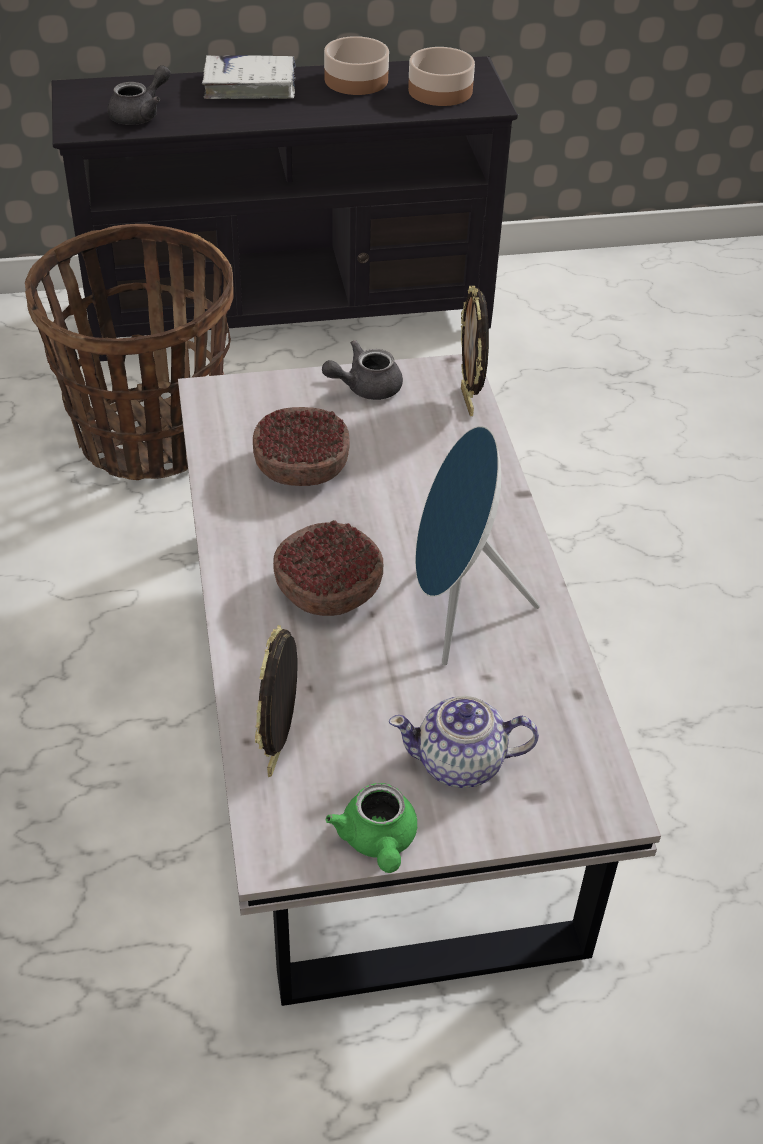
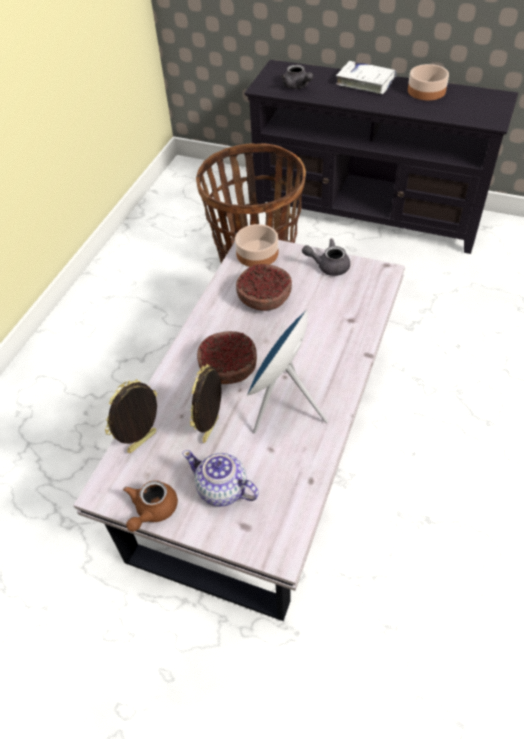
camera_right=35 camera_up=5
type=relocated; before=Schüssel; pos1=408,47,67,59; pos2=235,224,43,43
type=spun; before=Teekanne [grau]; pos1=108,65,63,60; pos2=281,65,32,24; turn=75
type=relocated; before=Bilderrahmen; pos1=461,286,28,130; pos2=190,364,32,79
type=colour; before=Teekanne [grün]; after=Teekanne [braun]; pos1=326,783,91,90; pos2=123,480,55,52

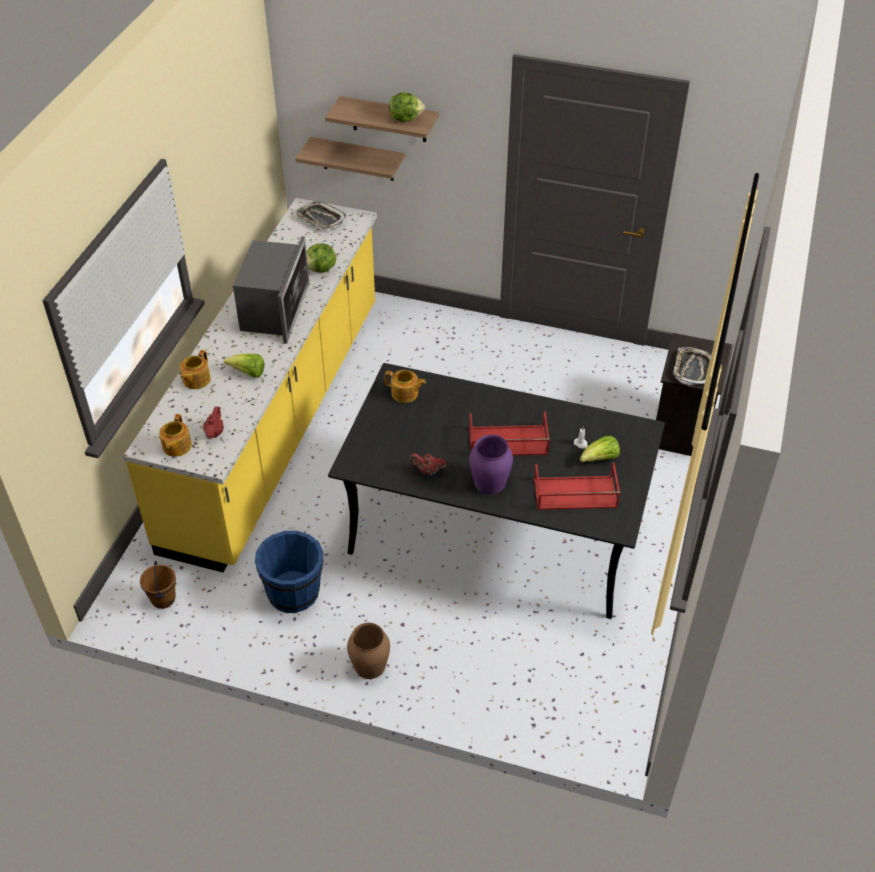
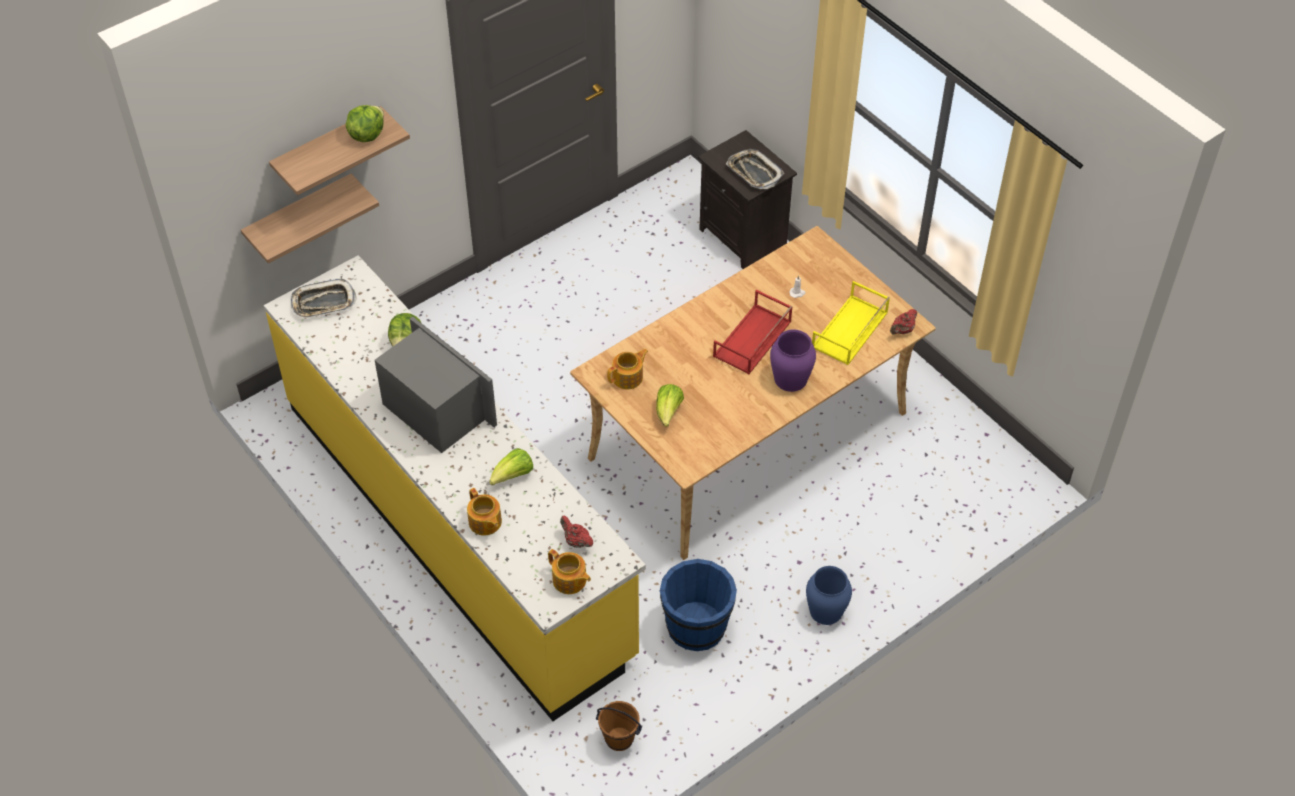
camera_right=-55 camera_up=5
type=colour; before=Esstisch [schwarz]; after=Esstisch [beige]; pos1=328,363,337,256; pos2=570,226,366,334
type=relocated; before=Salatkopf; pos1=580,436,40,26; pos2=656,384,28,43
type=relocated; before=Teekanne [rot]; pos1=410,454,36,21; pos2=890,309,27,26
type=colour; before=Tablett [rot]; after=Tablett [gelb]; pos1=534,462,86,48; pos2=812,281,78,84
type=colour; before=Vase [braun]; after=Vase [blau]; pos1=347,623,43,56; pos2=806,566,46,59

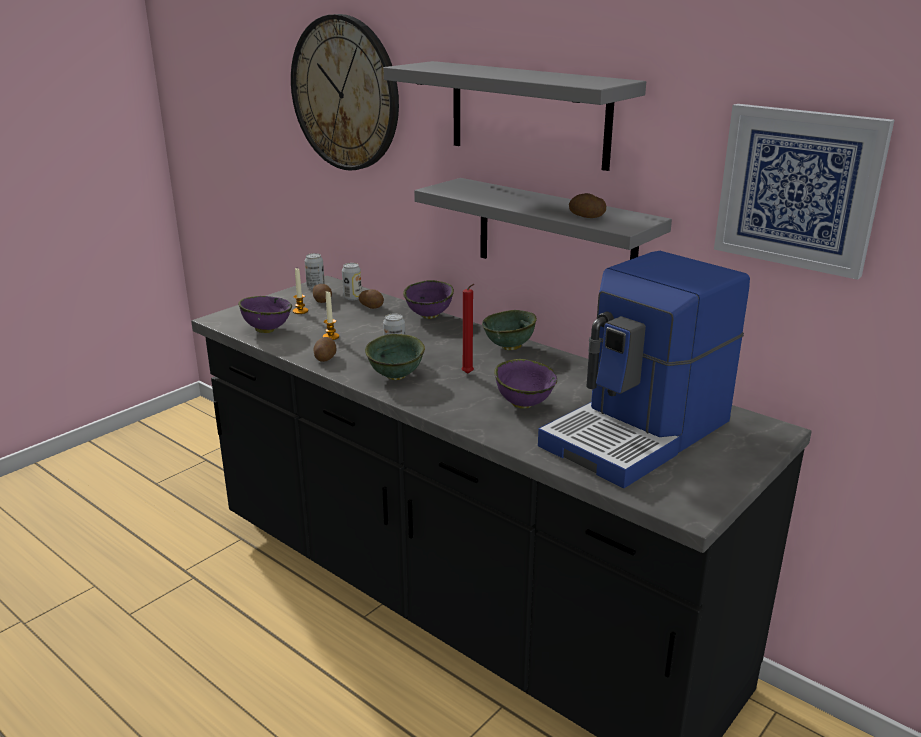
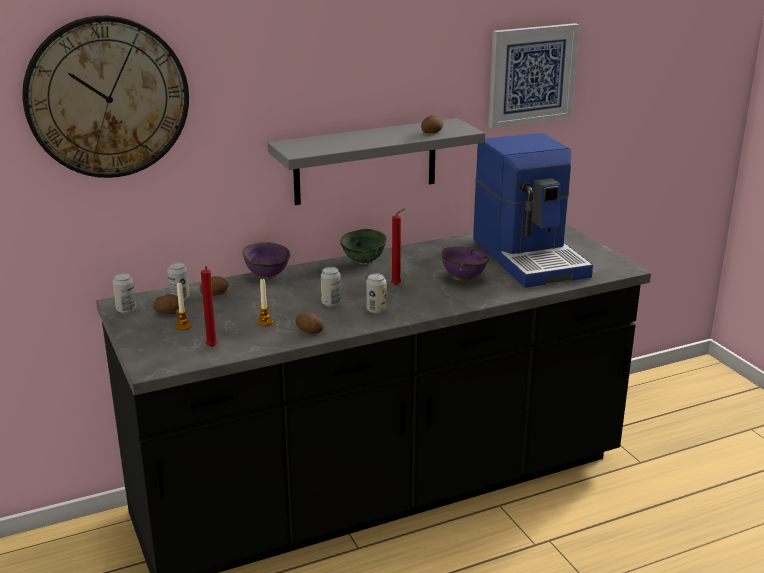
camera_right=-65 camera_up=0
type=missing; before=Wandregal [grau]; pos1=383,61,263,110
type=exchanged; before=Schüssel [lila]; after=Kerze [rot]; pos1=238,296,54,37; pos2=201,266,17,81
type=exchanged; before=Schüssel [grün]; after=Dose; pos1=365,334,60,46; pos2=366,273,20,41

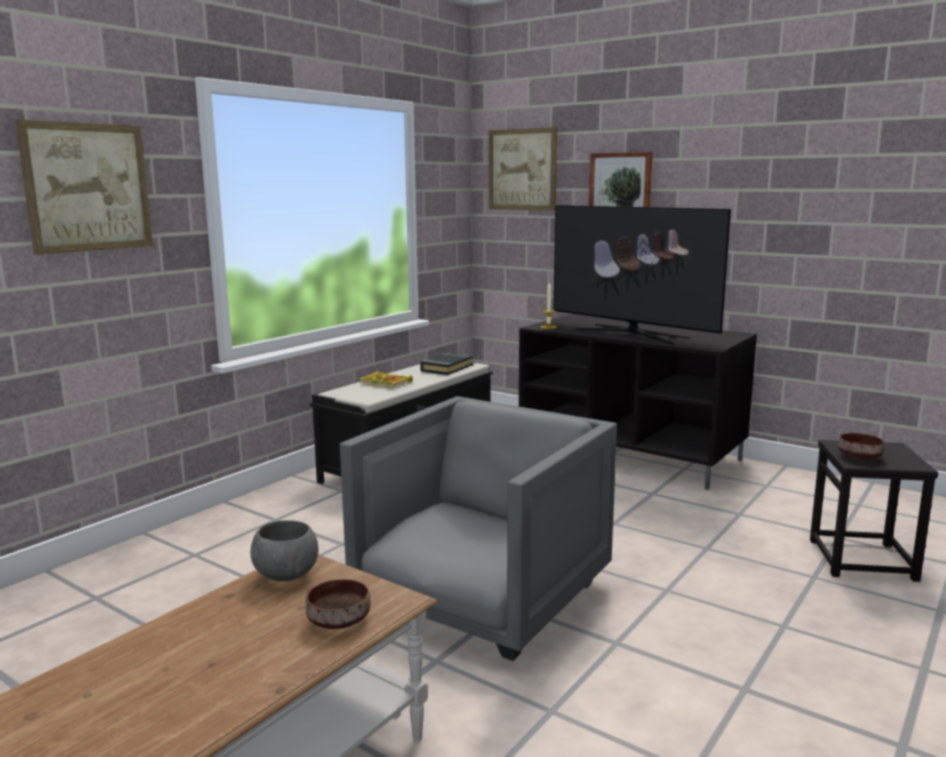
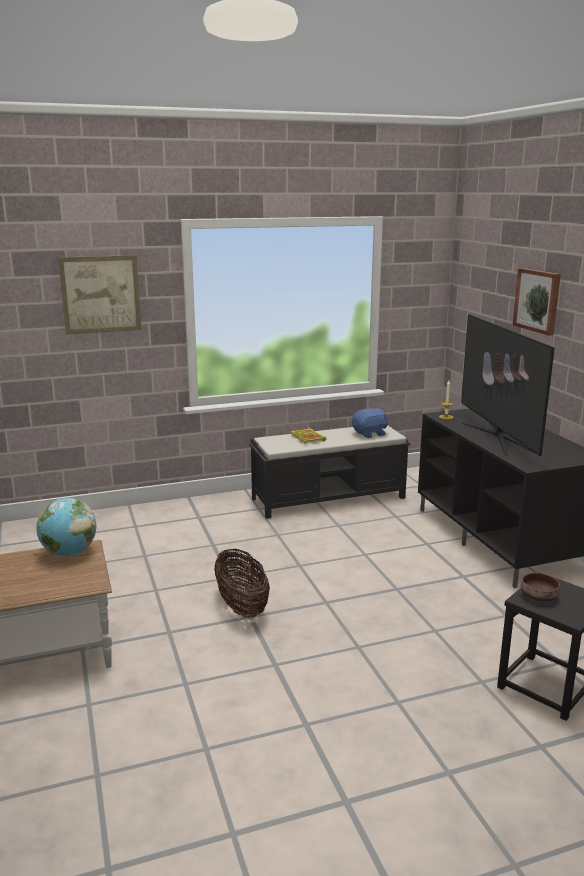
camera_right=35 camera_up=5
type=missing; before=Bild; pos1=489,127,68,83
type=exchanged; before=Buch [schwarz]; after=Plüschtier [blau]; pos1=420,353,54,22; pos2=352,408,36,30
type=exchanged; before=Sessel [grau]; after=Korb; pos1=340,396,277,265; pos2=214,549,56,69
type=exchanged; before=Schüssel [grau]; after=Globus; pos1=250,520,69,61; pos2=37,498,59,58
type=missing; before=Schüssel [braun]; pos1=306,579,65,50

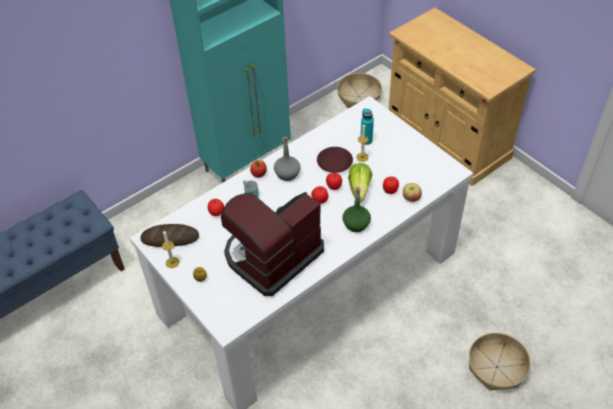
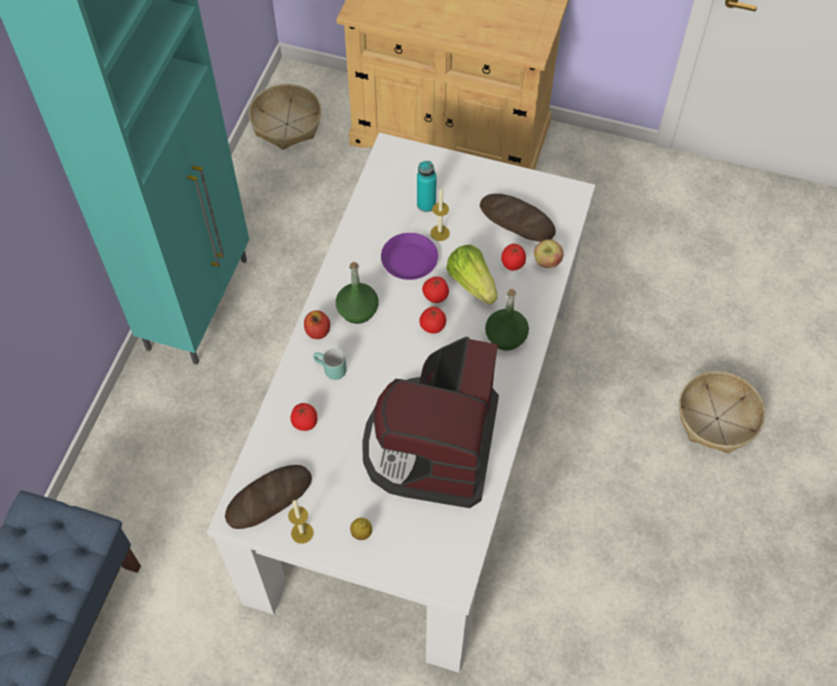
camera_right=-35 camera_up=10
type=colour; before=Flasche [grau]; after=Flasche [grün]; pos1=274,137,26,44; pos2=336,262,43,62
type=colour; before=Teller [braun]; after=Teller [lila]; pos1=317,147,36,26; pos2=381,233,57,47
type=appeared; after=Brot; pos2=480,194,76,48

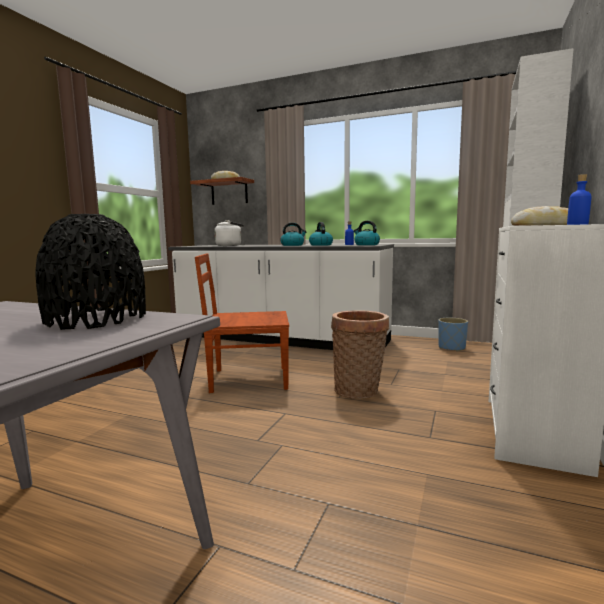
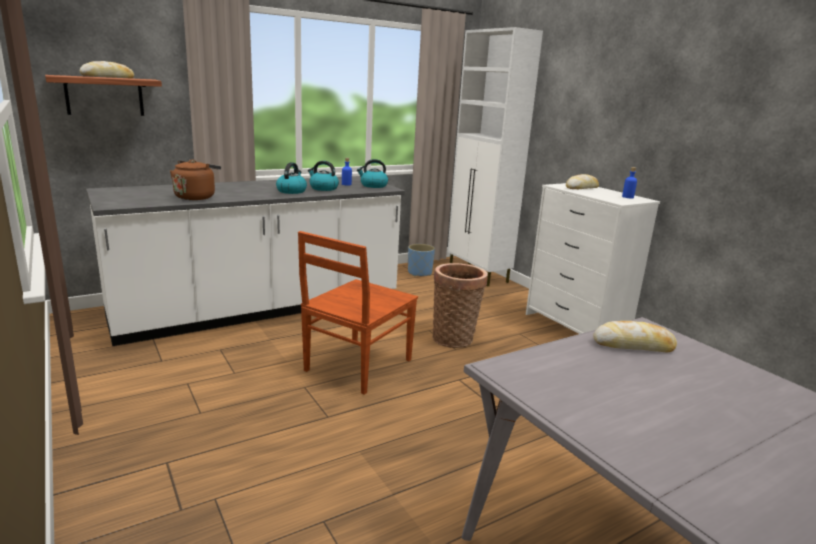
camera_right=-55 camera_up=10
type=exchanged; before=Vase [schwarz]; after=Brot; pos1=35,214,111,116; pos2=593,321,84,31
type=colour; before=Wasserkessel [weiß]; after=Wasserkessel [braun]; pos1=215,220,29,26; pos2=170,159,51,41

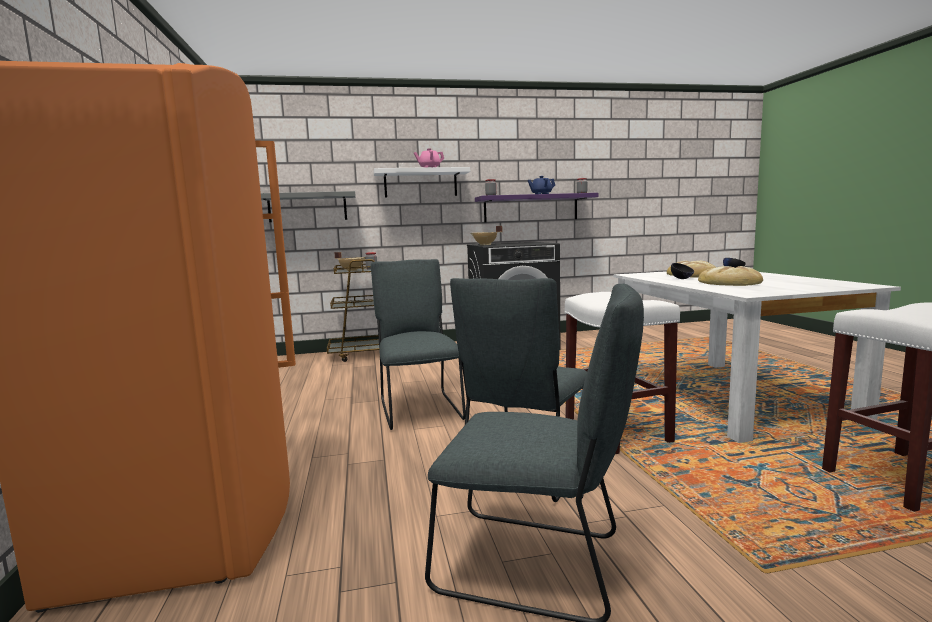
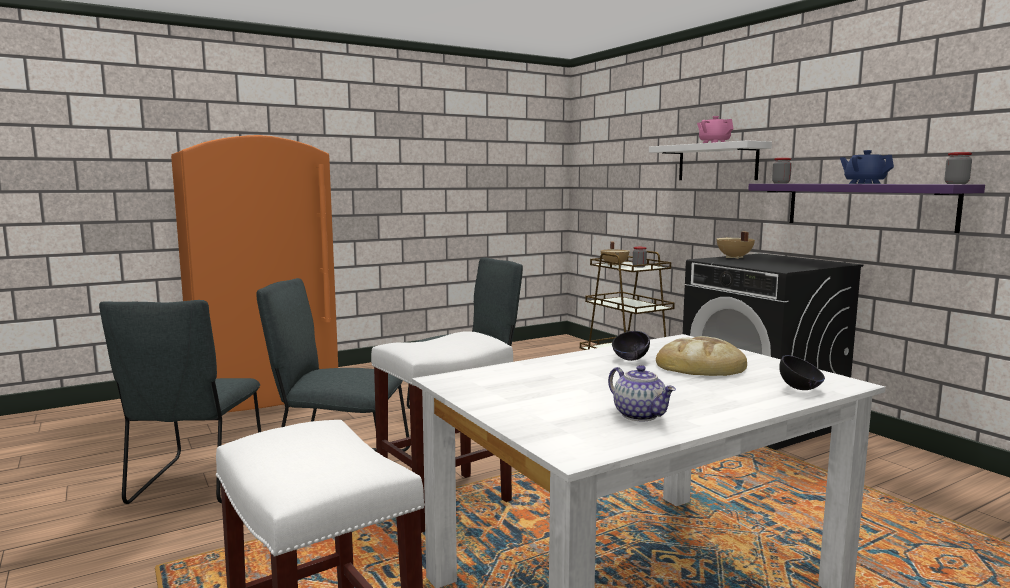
camera_right=70 camera_up=0
type=missing; before=Wandregal [grau]; pos1=261,191,95,31
type=missing; before=Brot; pos1=698,266,65,20
type=appeared; after=Teekanne; pos2=608,365,68,56

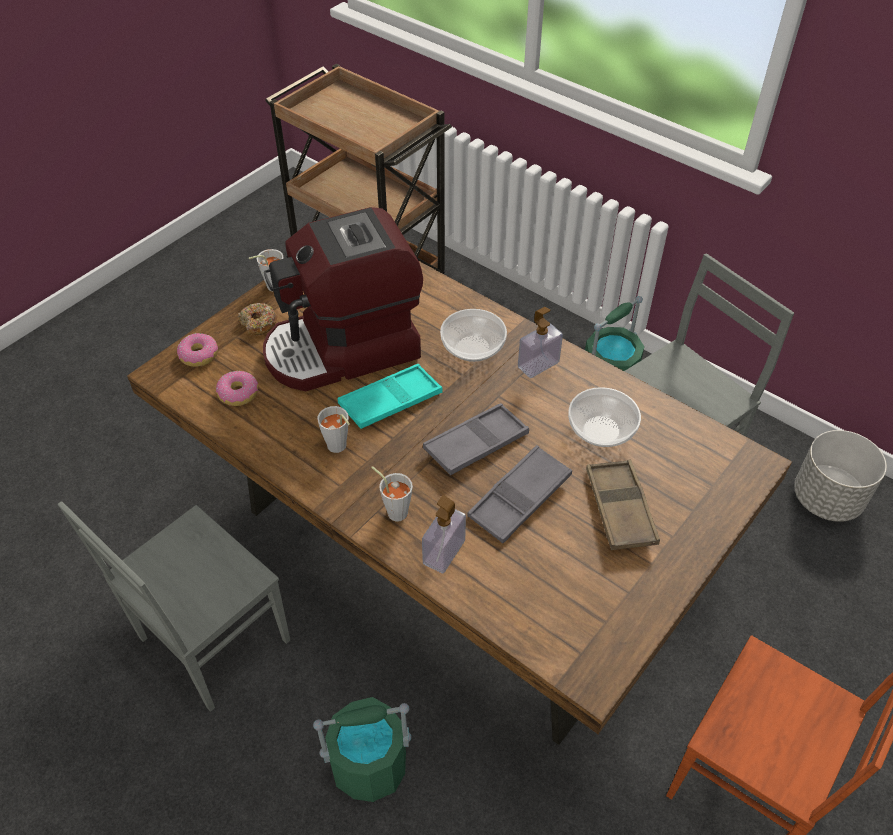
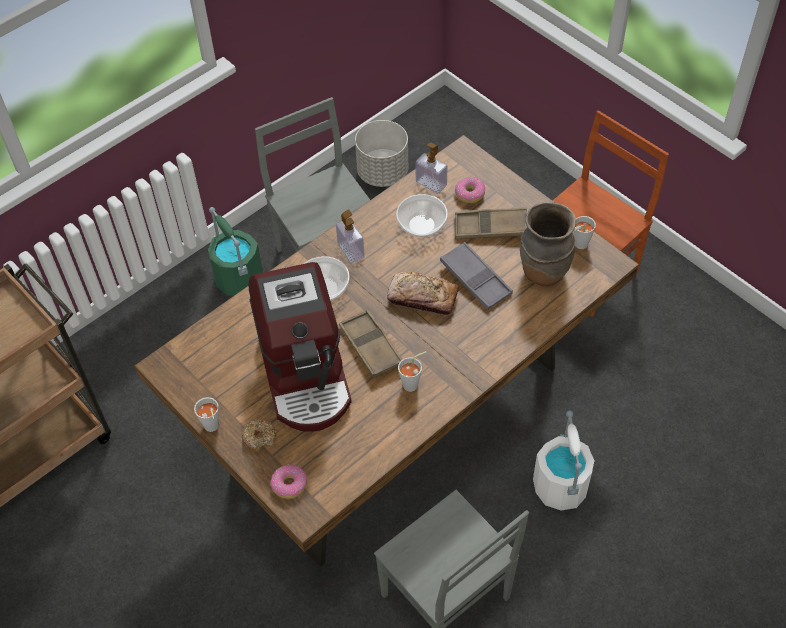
camera_right=-80 camera_up=5
type=colour; before=Tablett [türkis]; after=Tablett [braun]; pos1=338,364,105,65; pos2=339,310,63,68
type=relocated; before=Donut; pos1=216,371,42,35; pos2=455,177,30,26
type=exchanged; before=Tablett [grau]; after=Brot; pos1=423,403,106,72; pos2=387,272,72,43
type=relocated; before=Tasse [grau]; pos1=371,466,42,56; pos2=574,216,22,33
type=relocated; before=Seifenspender; pos1=422,495,44,79; pos2=416,143,31,51
type=colour; before=Eimer [grün]; after=Eimer [weiß]; pos1=313,697,99,105; pos2=533,410,62,100
type=appeared; after=Vase [braun]; pos2=520,202,56,84

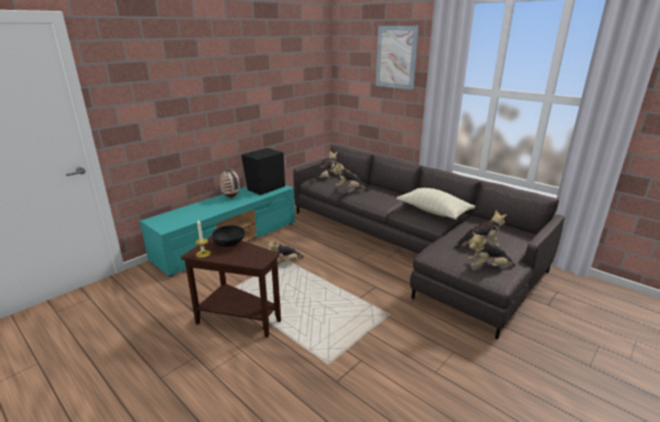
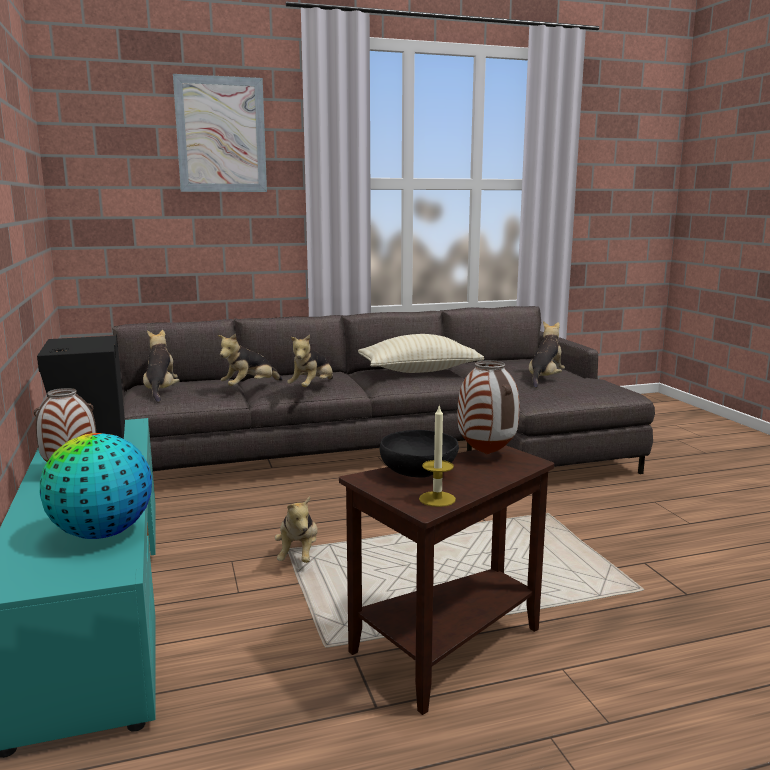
camera_right=-60 camera_up=-10
type=relocated; before=Plüschtier; pos1=468,232,47,35; pos2=287,334,46,53
type=appeared; after=Vase; pos2=458,360,62,94
type=appeared; after=Globus; pos2=40,433,112,106

